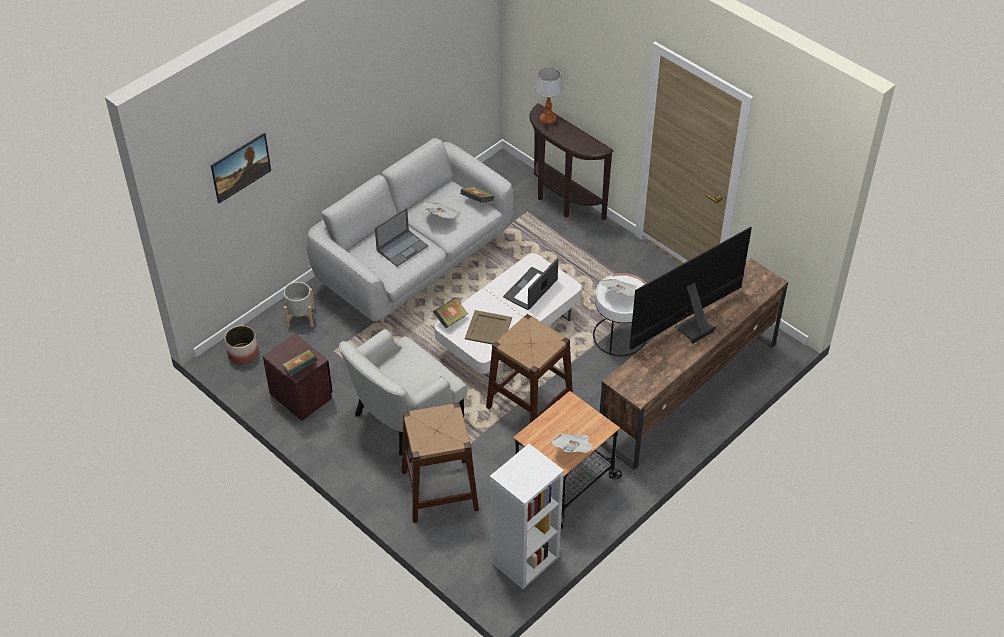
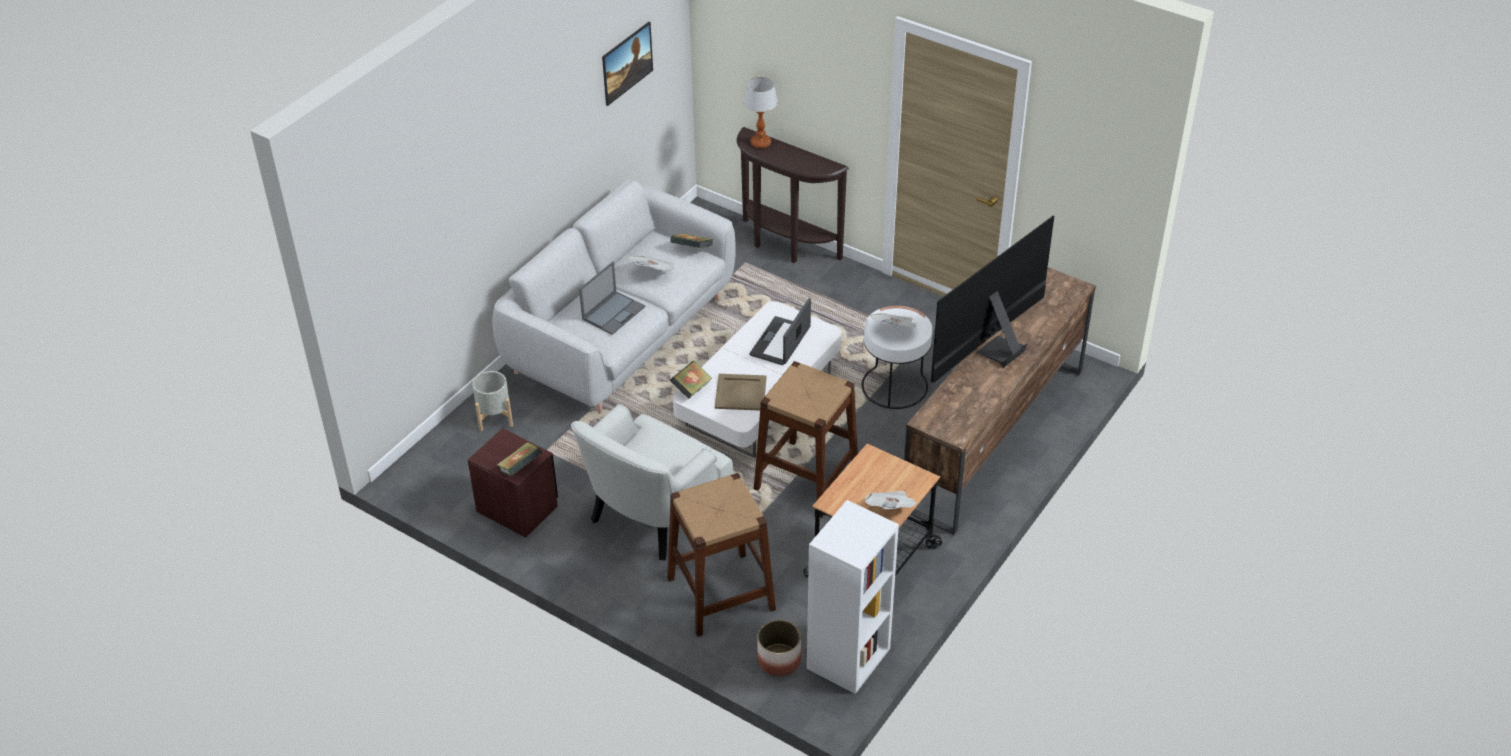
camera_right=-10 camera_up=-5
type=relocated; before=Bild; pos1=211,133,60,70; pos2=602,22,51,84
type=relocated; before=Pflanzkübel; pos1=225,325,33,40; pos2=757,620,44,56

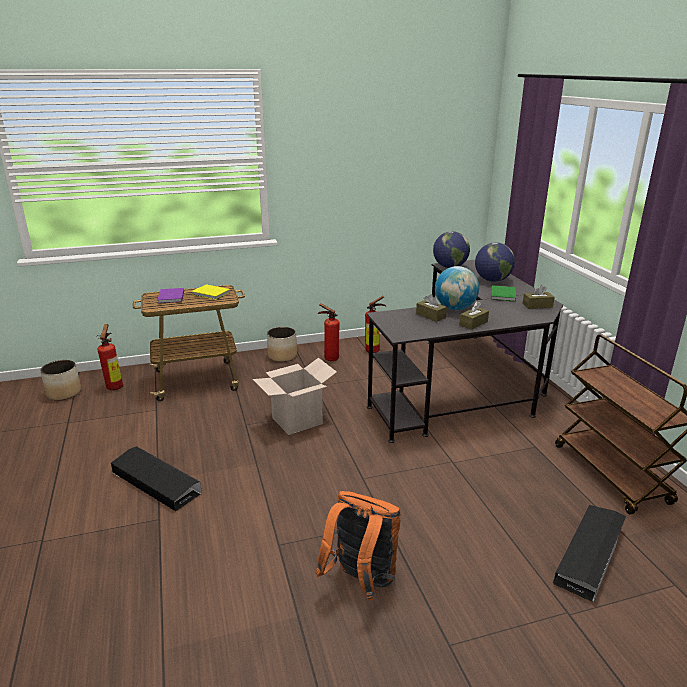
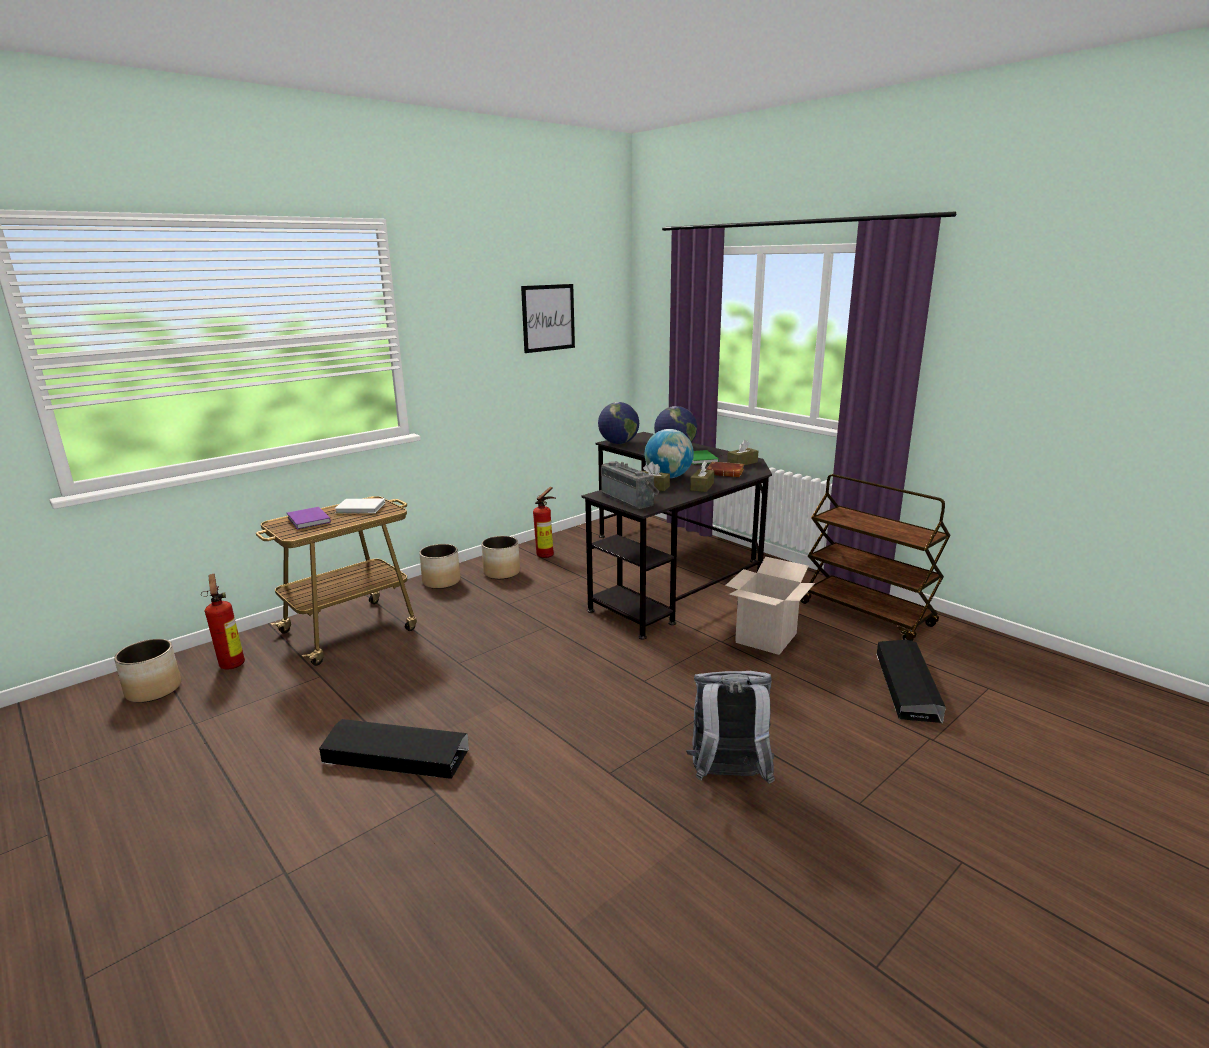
camera_right=-25 camera_up=-5
type=colour; before=Buch [gelb]; after=Buch [weiß]; pos1=192,284,38,16; pos2=335,499,50,14
type=exchanged; before=Feuerlöscher; after=Pflanzkübel; pos1=318,303,22,58; pos2=482,536,38,43
type=relocated; before=Karton; pos1=253,358,84,77; pos2=725,556,90,99
type=colour; before=Rucksack [orange]; after=Rucksack [grau]; pos1=316,491,85,109; pos2=686,671,89,113
type=appeared; after=Bild; pos2=521,284,54,69
type=appeared; after=Radio; pos2=601,461,58,48
type=appeared; after=Buch [braun]; pos2=706,461,38,16

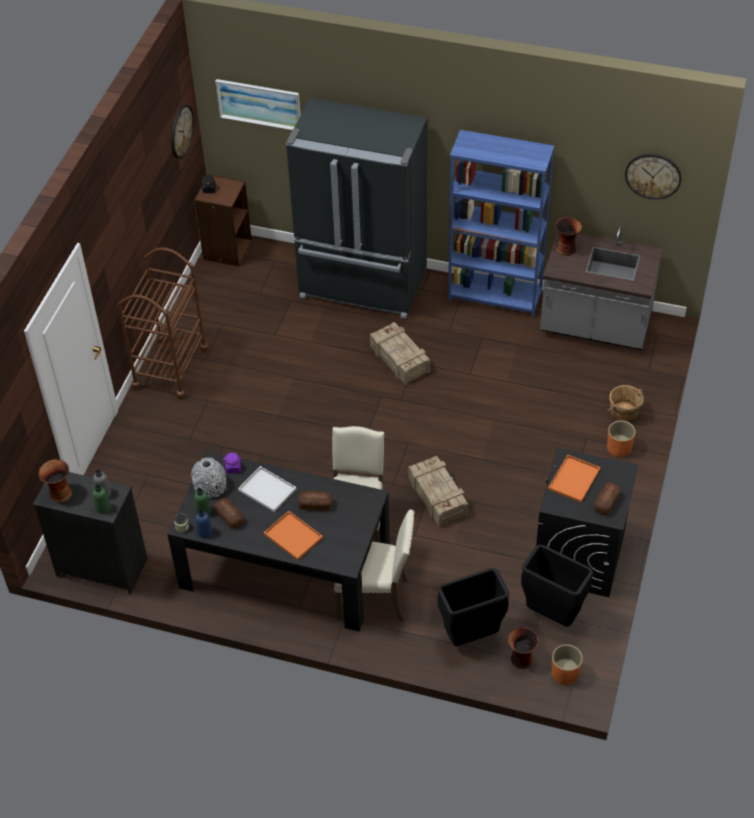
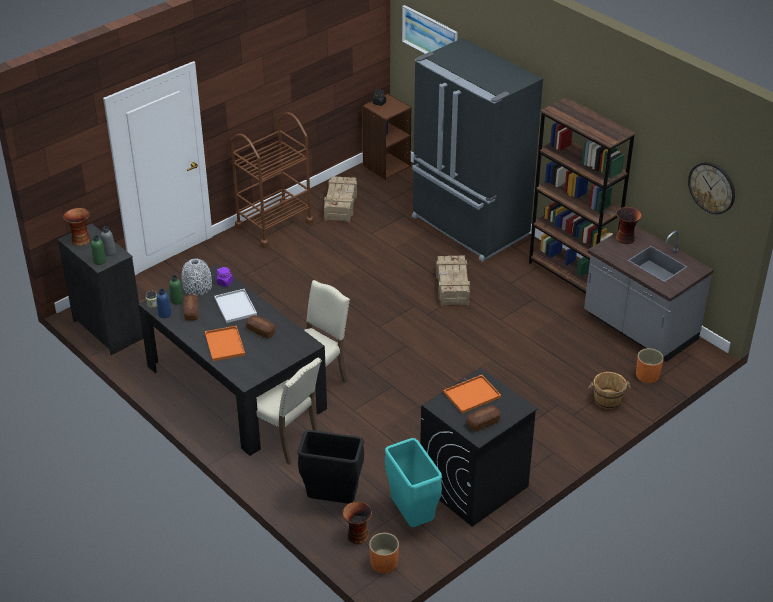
camera_right=30 camera_up=-10
type=missing; before=Wanduhr; pos1=171,105,23,53
type=colour; before=Bücherregal [blau]; after=Bücherregal [braun]; pos1=448,130,106,187; pos2=529,97,106,197
type=relocated; before=Pflanzkübel [orange]; pos1=607,420,29,38; pos2=636,348,28,35
type=relocated; before=Kiste; pos1=408,456,60,71; pos2=324,176,33,46
type=colour; before=Mülleimer [schwarz]; after=Mülleimer [türkis]; pos1=521,544,72,83; pos2=385,438,57,89

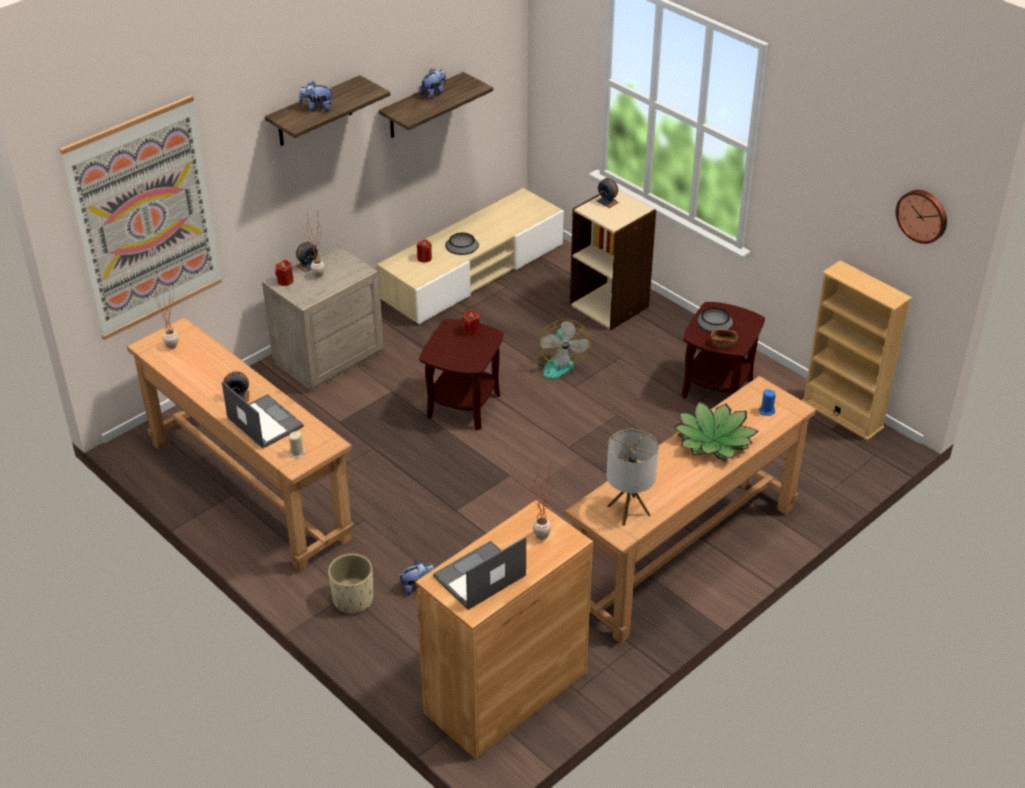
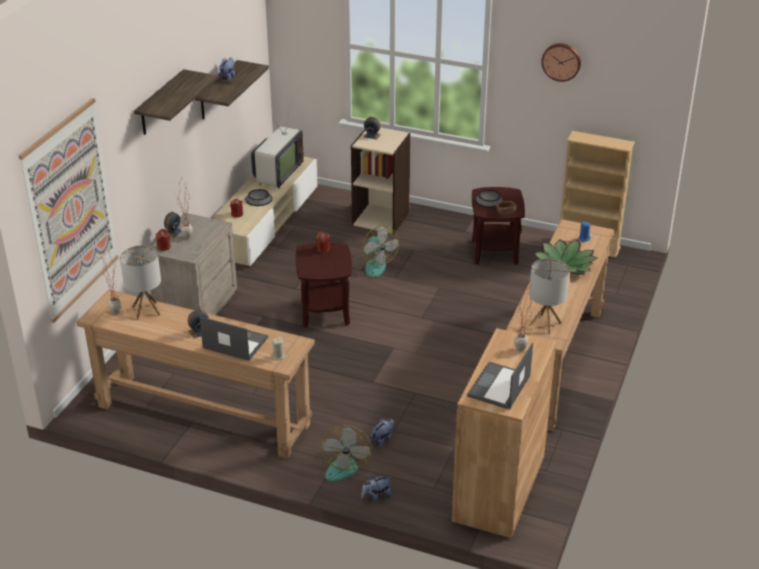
camera_right=-25 camera_up=-5
type=relocated; before=Plüschtier; pos1=298,81,35,31; pos2=361,476,31,26
type=relocated; before=Wanduhr; pos1=896,190,51,54; pos2=541,43,40,39
type=exchanged; before=Pflanzkübel [beige]; after=Ventilator; pos1=328,553,45,61; pos2=315,425,57,57
type=appeared; after=Fernseher; pos2=251,102,53,87
type=appeared; after=Tischlampe; pos2=120,245,41,75

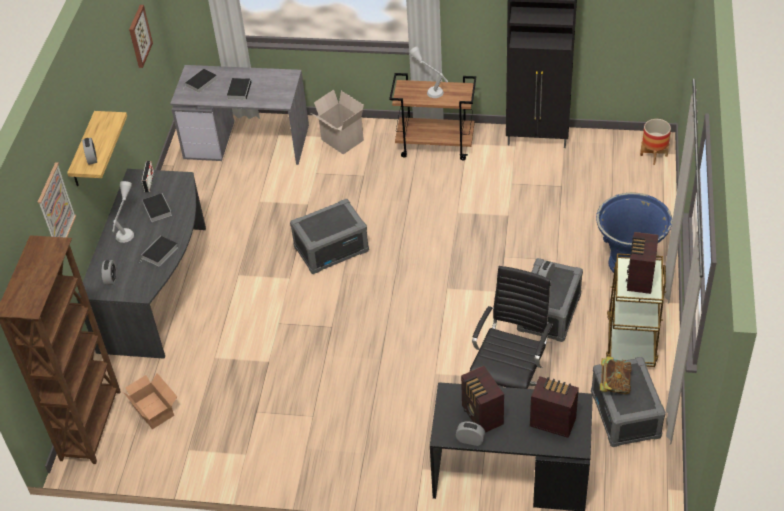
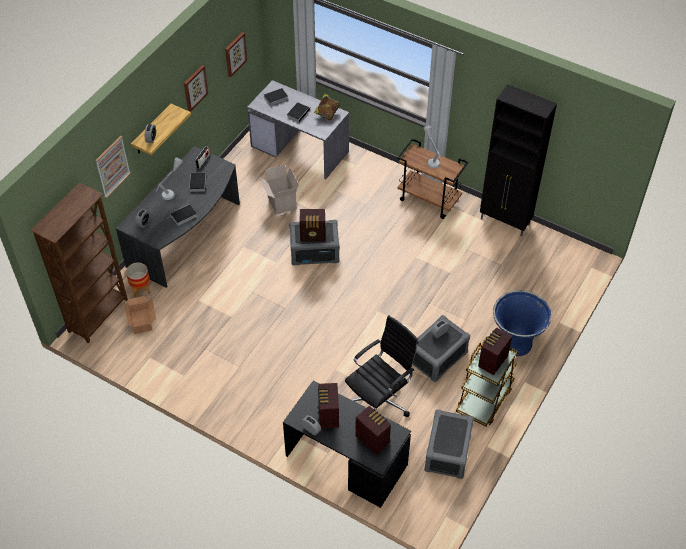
camera_right=20 camera_up=5
type=relocated; before=Karton; pos1=311,90,53,64; pos2=259,164,40,51
type=relocated; before=Pflanzkübel; pos1=640,119,31,46; pos2=126,262,25,35
type=relocated; before=Buch; pos1=600,356,32,38; pos2=314,94,26,27
type=appeared; after=Bild; pos2=184,65,24,47
type=appeared; after=Radio; pos2=299,209,26,33

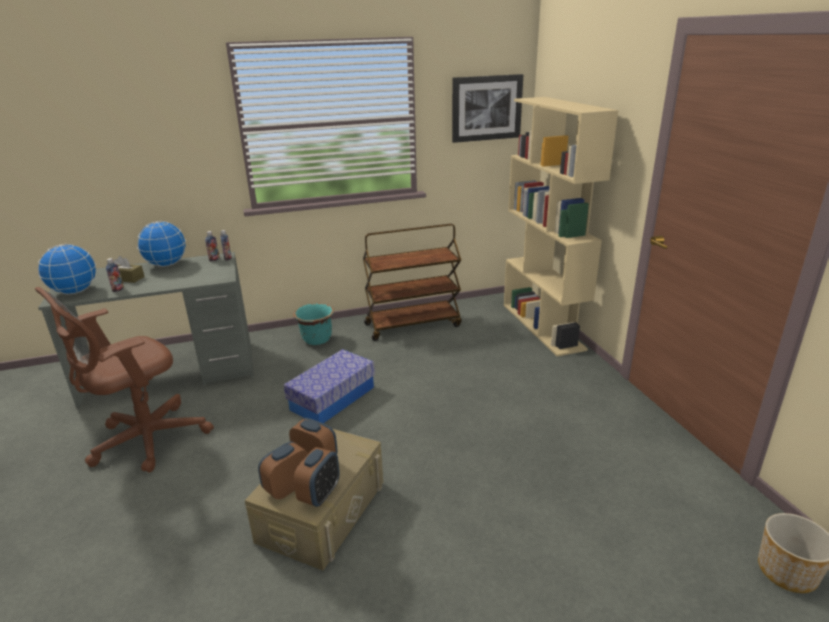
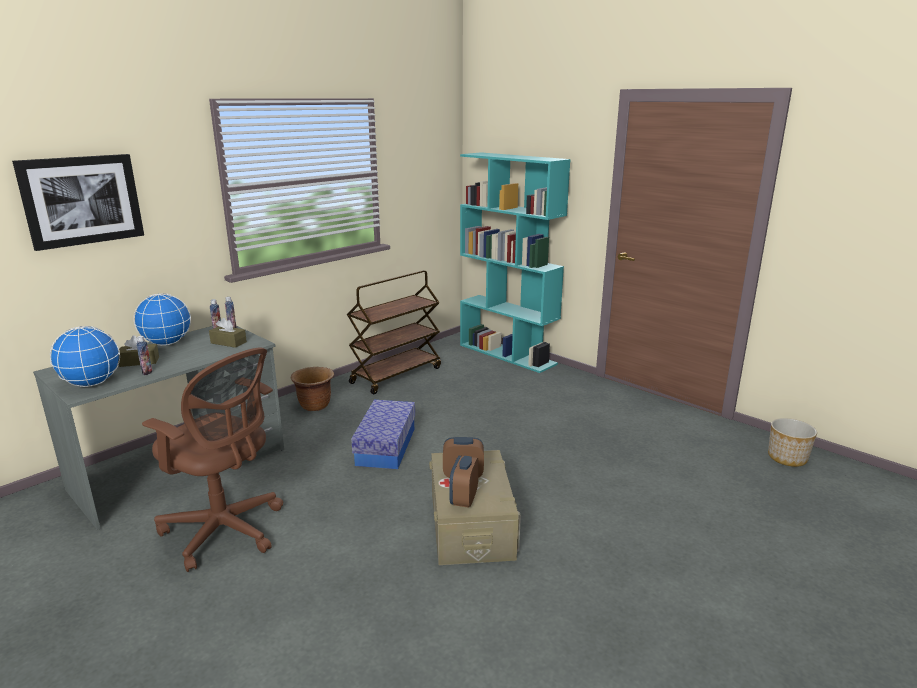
camera_right=-30 camera_up=-5
type=relocated; before=Bild; pos1=452,74,71,69; pos2=12,154,132,97
type=colour; before=Bücherregal [beige]; after=Bücherregal [türkis]; pos1=504,97,114,260; pos2=460,152,111,221
type=spun; before=Bürostuhl [braun]; pos1=34,287,180,185; pos2=142,347,141,225; turn=-75
type=colour; before=Pflanzkübel [türkis]; after=Pflanzkübel [braun]; pos1=293,303,41,43; pos2=291,367,43,44
type=missing; before=Wecker; pos1=294,447,46,60
type=appeared; after=Taschentuchbox [braun]; pos2=209,318,38,30

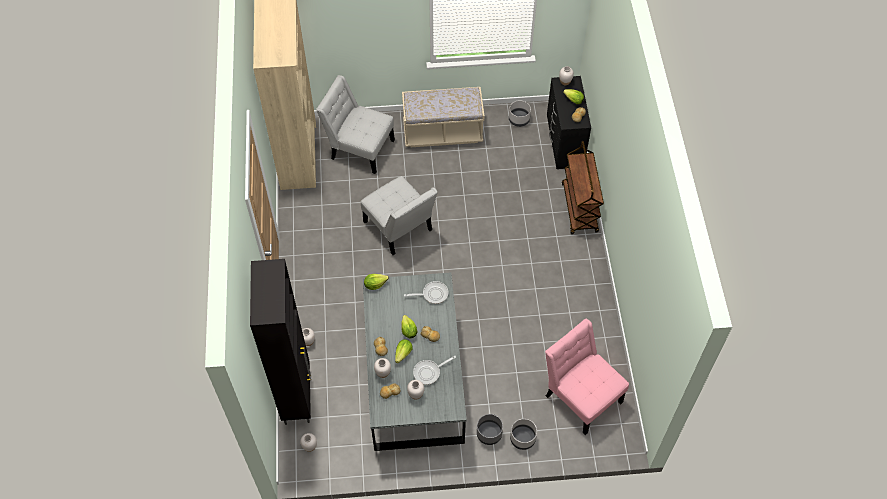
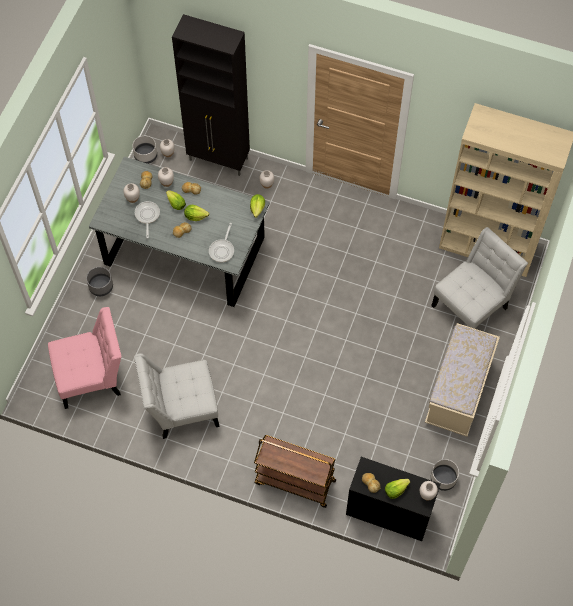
camera_right=115 camera_up=5
type=relocated; before=Stuhl [weiß]; pos1=361,176,77,79; pos2=134,353,86,86
type=relocated; before=Pflanzkübel [grau]; pos1=510,419,27,31; pos2=133,136,24,28

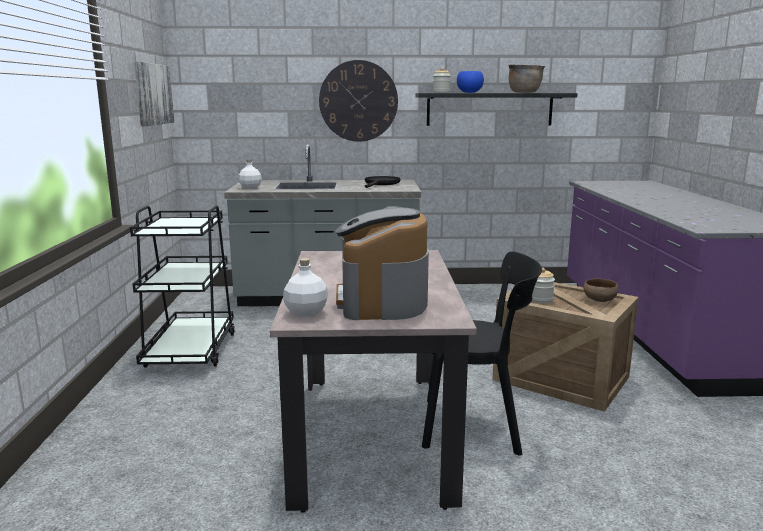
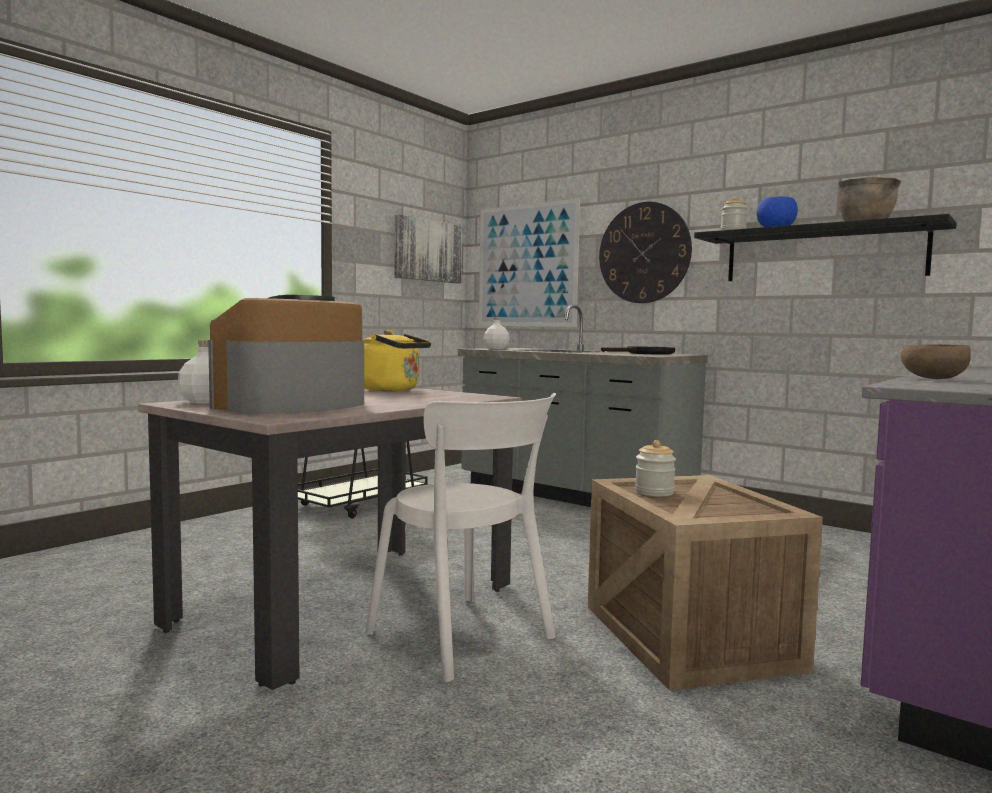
camera_right=40 camera_up=-10
type=colour; before=Stuhl [schwarz]; after=Stuhl [weiß]; pos1=422,251,120,205; pos2=366,393,190,289
type=relocated; before=Schüssel [braun]; pos1=583,278,35,24; pos2=901,344,70,35
type=appeared; after=Bild; pos2=479,198,101,129
type=appeared; after=Wasserkessel [gelb]; pos2=363,330,68,61

